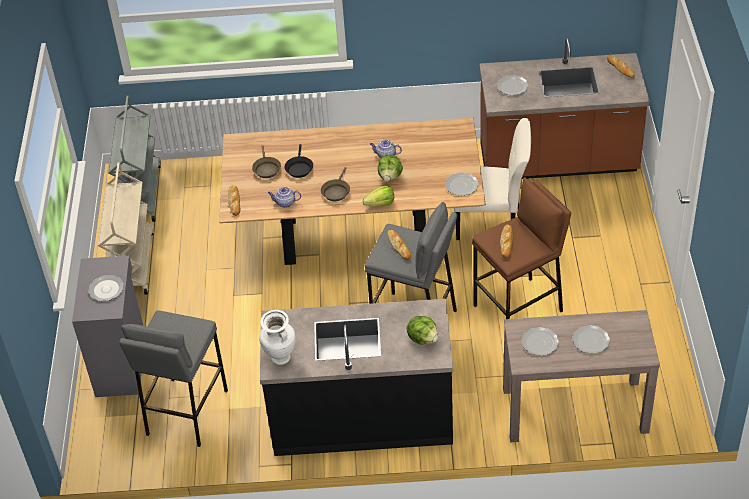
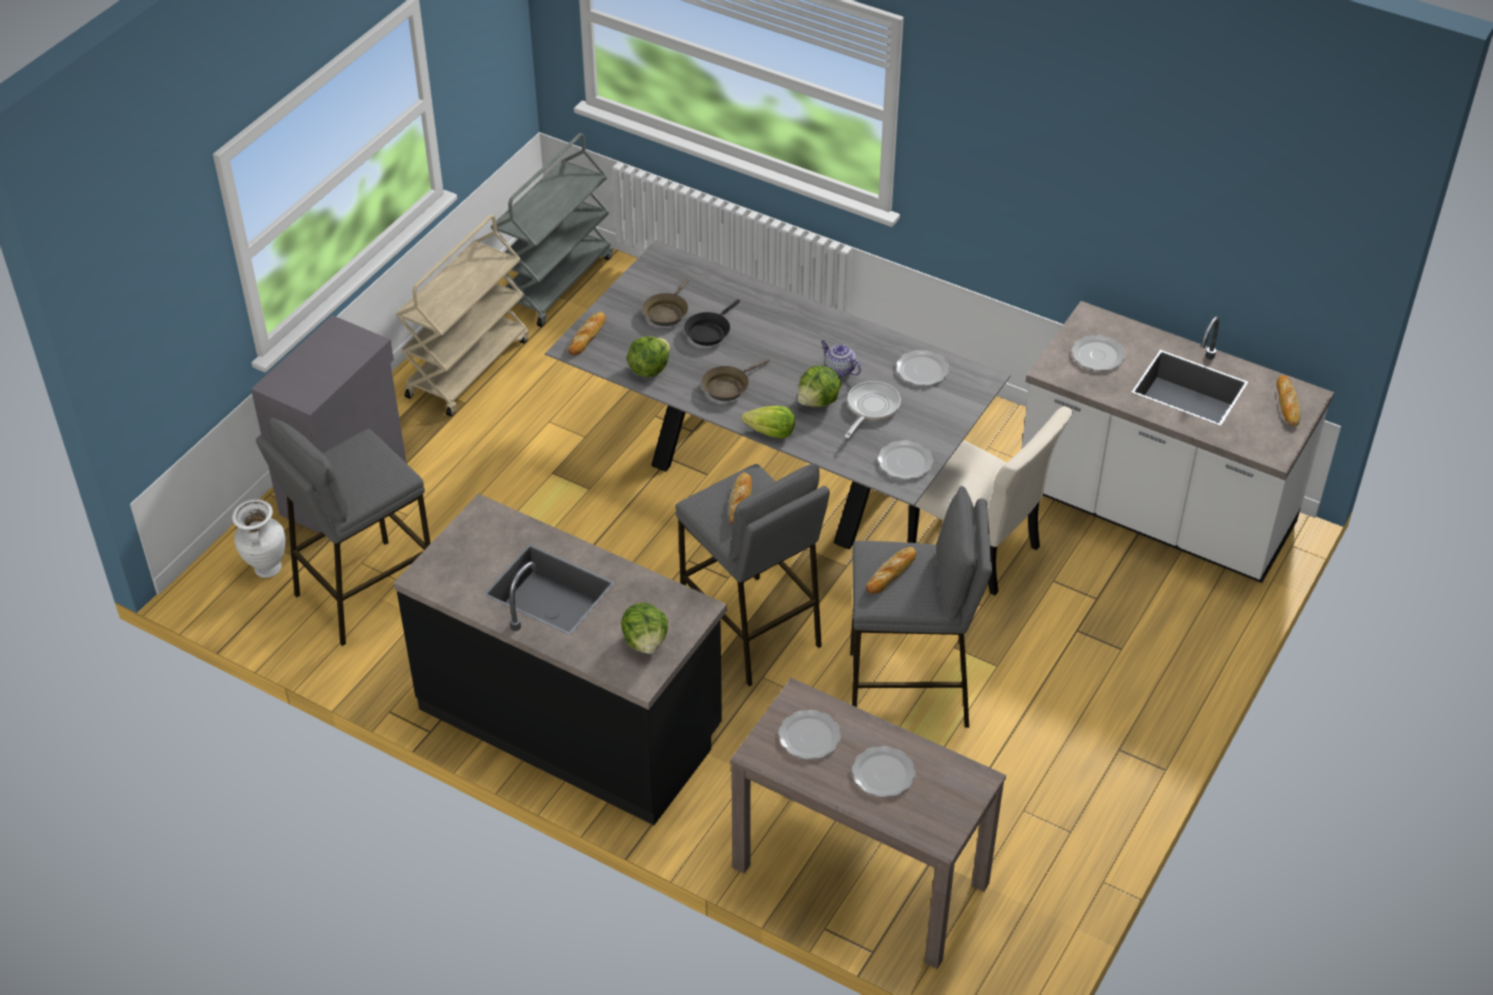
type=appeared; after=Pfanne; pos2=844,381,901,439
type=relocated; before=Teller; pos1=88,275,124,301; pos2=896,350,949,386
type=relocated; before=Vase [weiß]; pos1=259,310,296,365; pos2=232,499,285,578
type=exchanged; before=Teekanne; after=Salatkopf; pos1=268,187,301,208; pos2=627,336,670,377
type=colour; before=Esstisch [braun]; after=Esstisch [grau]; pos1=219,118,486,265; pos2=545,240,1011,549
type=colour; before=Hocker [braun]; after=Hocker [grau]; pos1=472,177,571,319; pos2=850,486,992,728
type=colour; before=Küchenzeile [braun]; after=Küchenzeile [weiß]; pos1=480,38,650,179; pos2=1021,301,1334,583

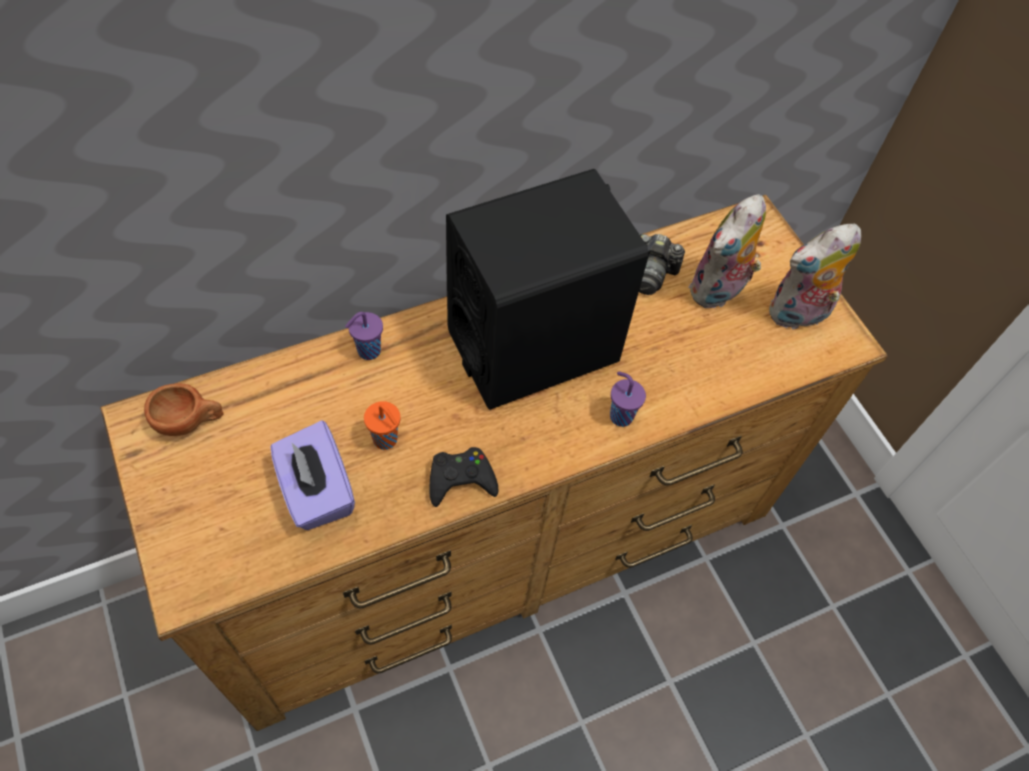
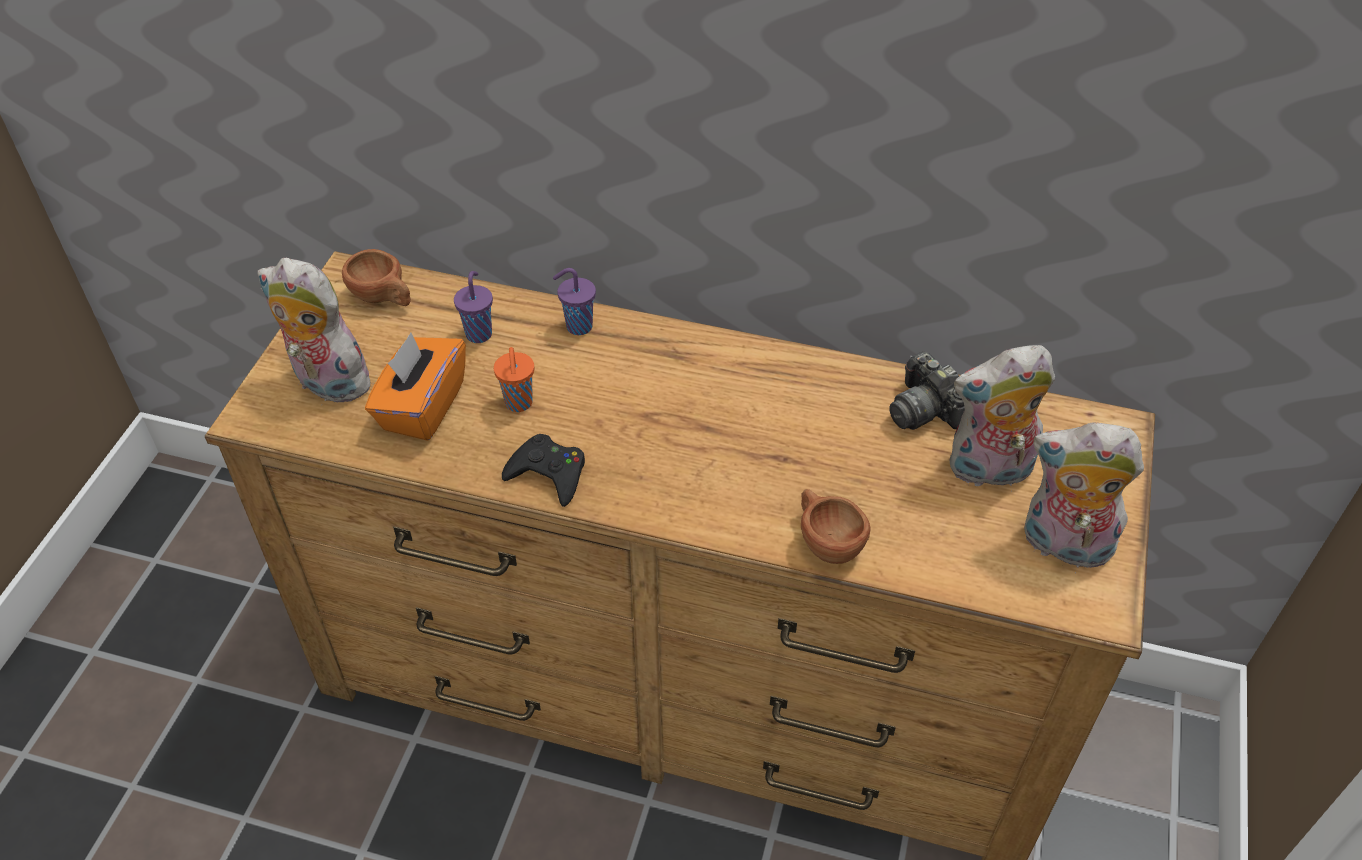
type=missing; before=Lautsprecher [schwarz]; pos1=446,169,649,410
type=appeared; after=Plüschtier; pos2=258,258,374,402
type=appeared; after=Tasse [braun]; pos2=801,489,871,564
type=relocated; before=Tasse [lila]; pos1=610,372,646,427; pos2=454,271,493,343
type=colour; before=Taschentuchbox [lila]; after=Taschentuchbox [orange]; pos1=270,420,355,530; pos2=365,332,466,441

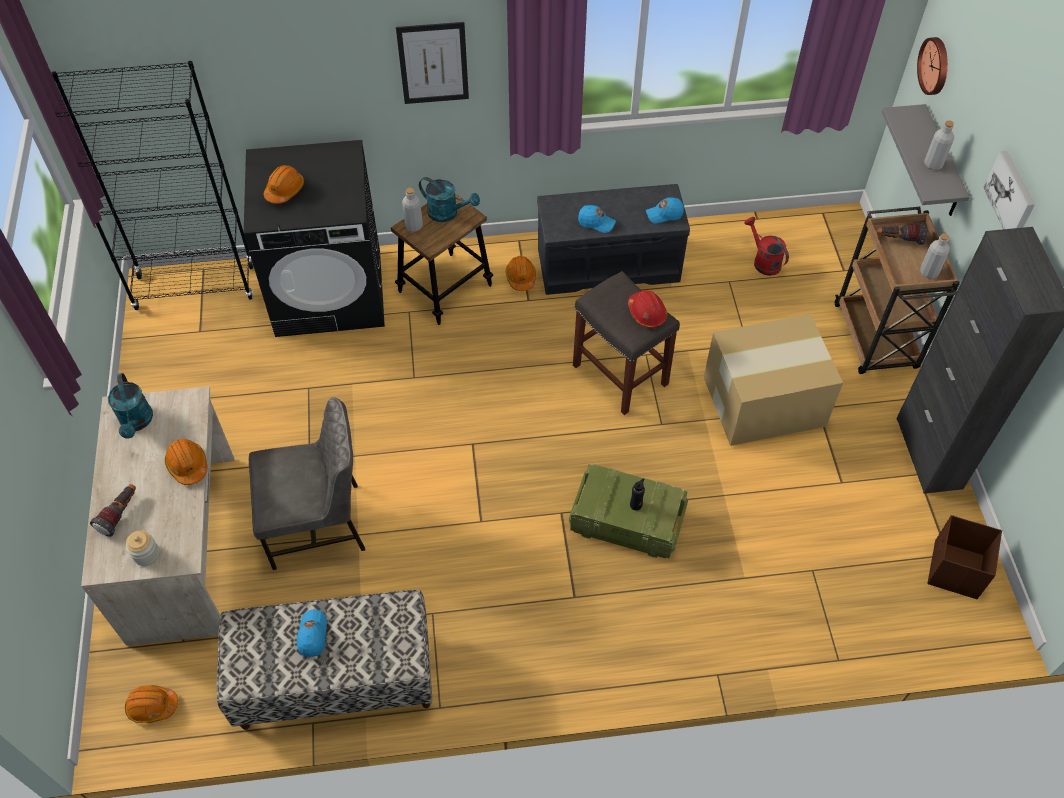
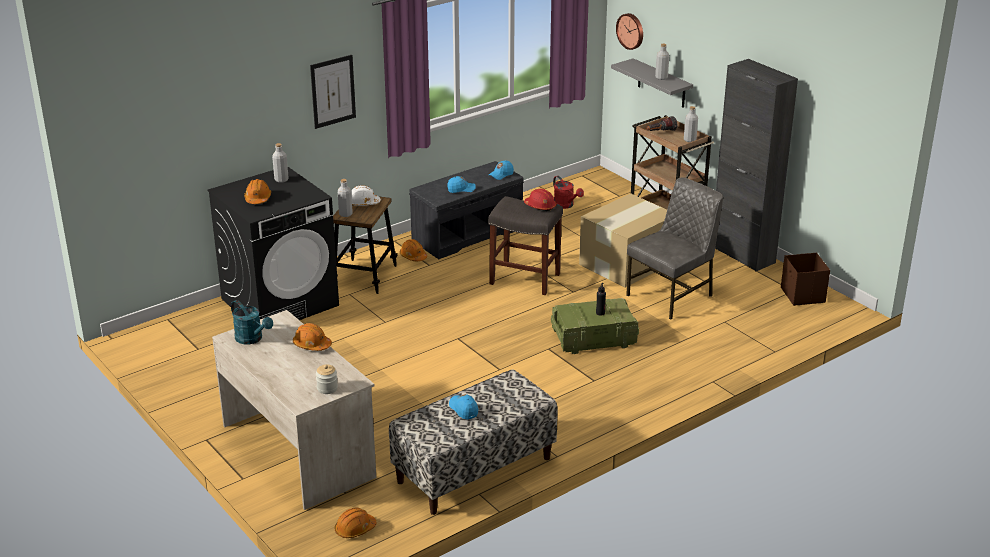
type=missing; before=Bücherregal [schwarz]; pos1=52,61,253,310
type=missing; before=Taschenlampe; pos1=90,484,136,537
type=missing; before=Bild; pos1=983,150,1035,229
type=appeared; after=Flasche [grau]; pos2=272,143,289,183
type=relocated; before=Stuhl [grau]; pos1=249,397,365,570; pos2=626,178,723,320
type=exchanged; before=Gießkanne [türkis]; after=Schutzhelm [weiß]; pos1=419,177,480,222; pos2=351,185,381,206
type=spun; before=Gießkanne [rot]; pos1=744,217,789,276; pos2=553,176,584,209; turn=-150

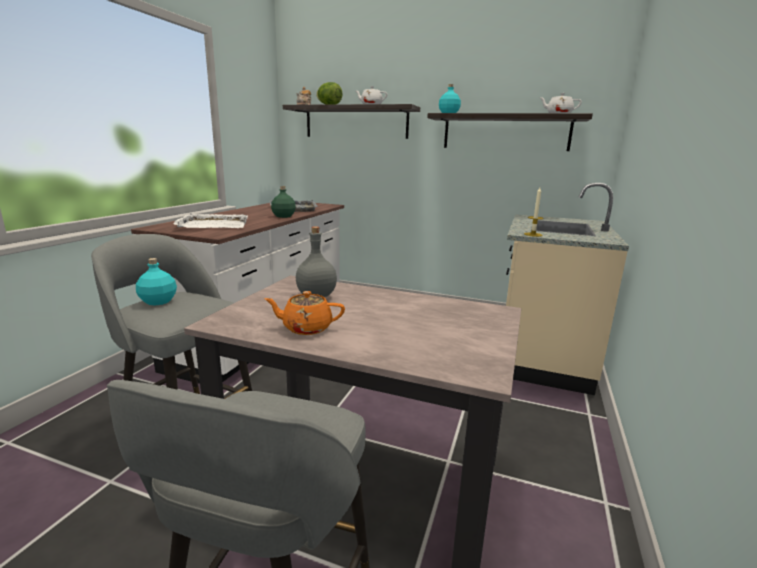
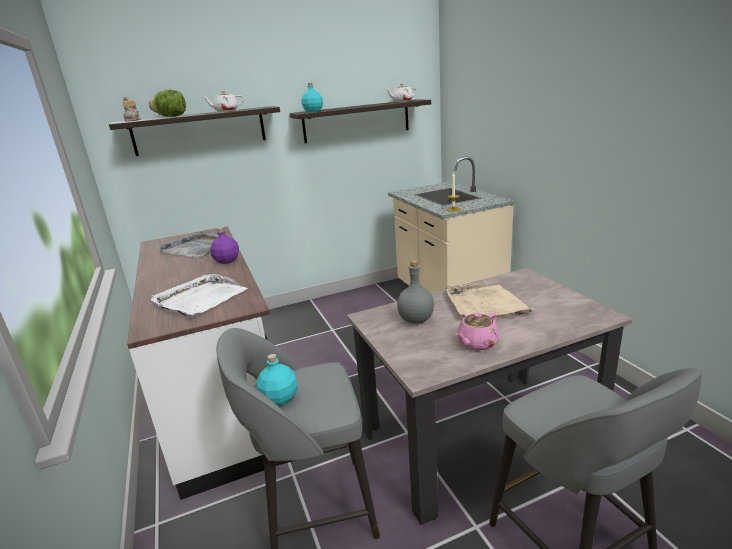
type=appeared; after=Tablett [beige]; pos2=445,283,534,318
type=colour; before=Teekanne [orange]; after=Teekanne [rosa]; pos1=264,291,345,335; pos2=456,313,499,350
type=colour; before=Flasche [grün]; after=Flasche [lila]; pos1=271,186,296,218; pos2=210,227,239,264

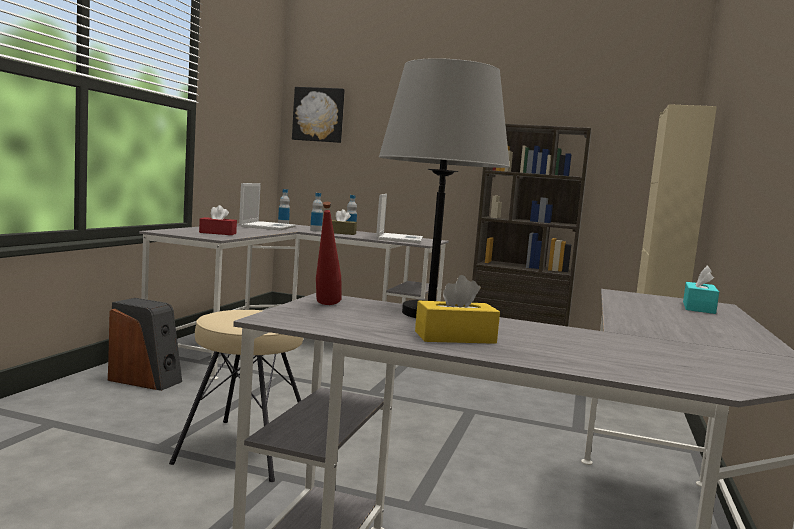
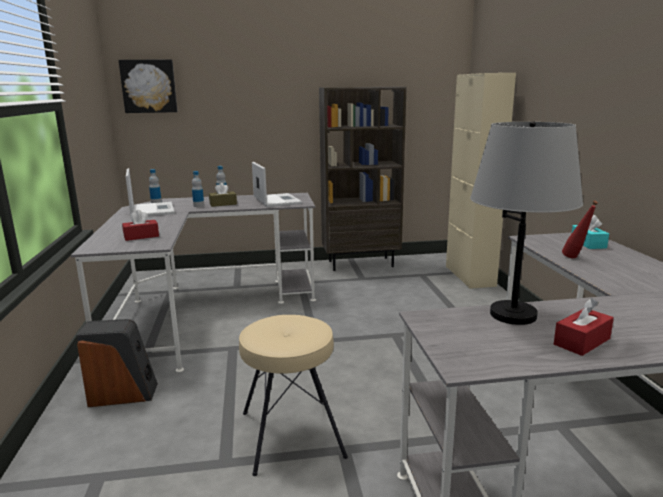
type=relocated; before=Flasche [rot]; pos1=316,202,342,305; pos2=562,201,598,258
type=colour; before=Taschentuchbox [gelb]; after=Taschentuchbox [rot]; pos1=415,275,500,344; pos2=554,298,614,356

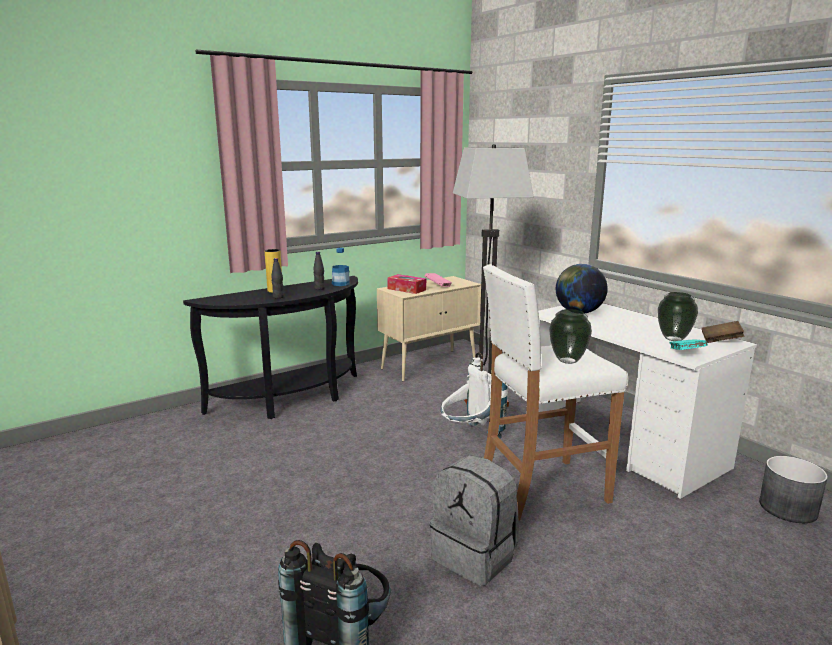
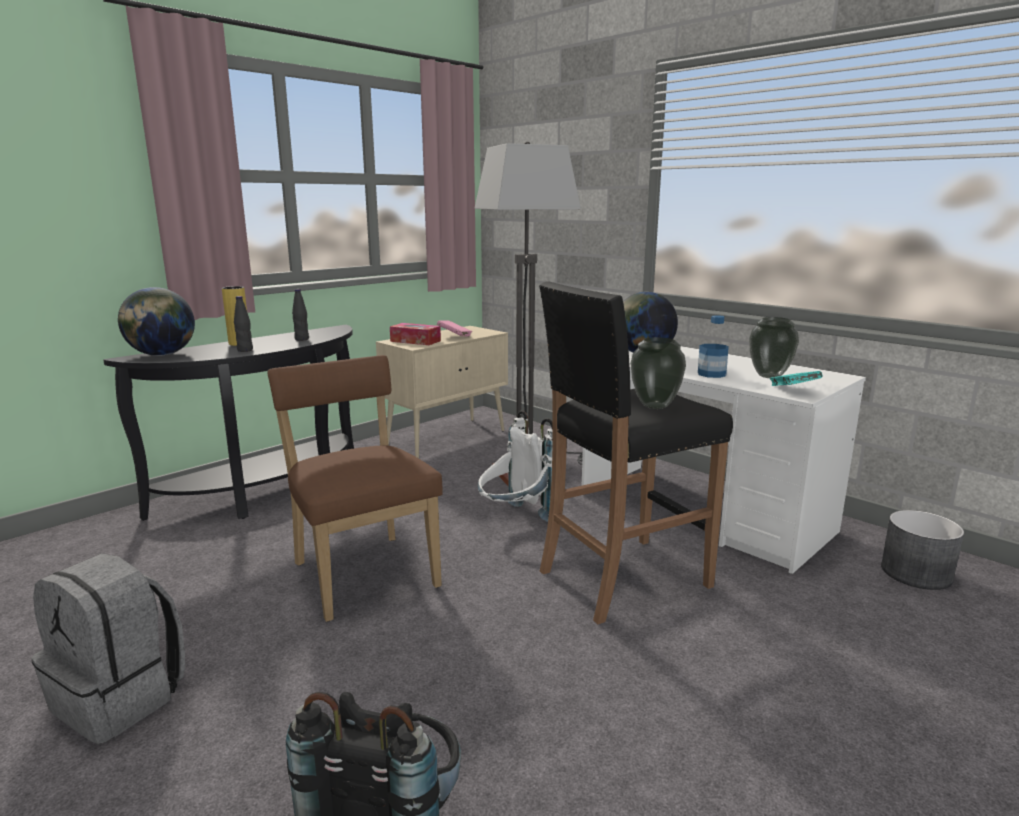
type=missing; before=Buch [braun]; pos1=702,321,744,343
type=appeared; after=Globus; pos2=118,287,195,356
type=appeared; after=Stuhl [braun]; pos2=268,355,443,622
type=relocated; before=Flasche; pos1=332,248,350,286; pos2=698,315,729,378
type=relocated; before=Rucksack [grau]; pos1=430,455,519,586; pos2=31,553,185,744
type=colour; before=Hocker [weiß]; after=Hocker [schwarz]; pos1=483,264,628,521; pos2=539,281,733,625

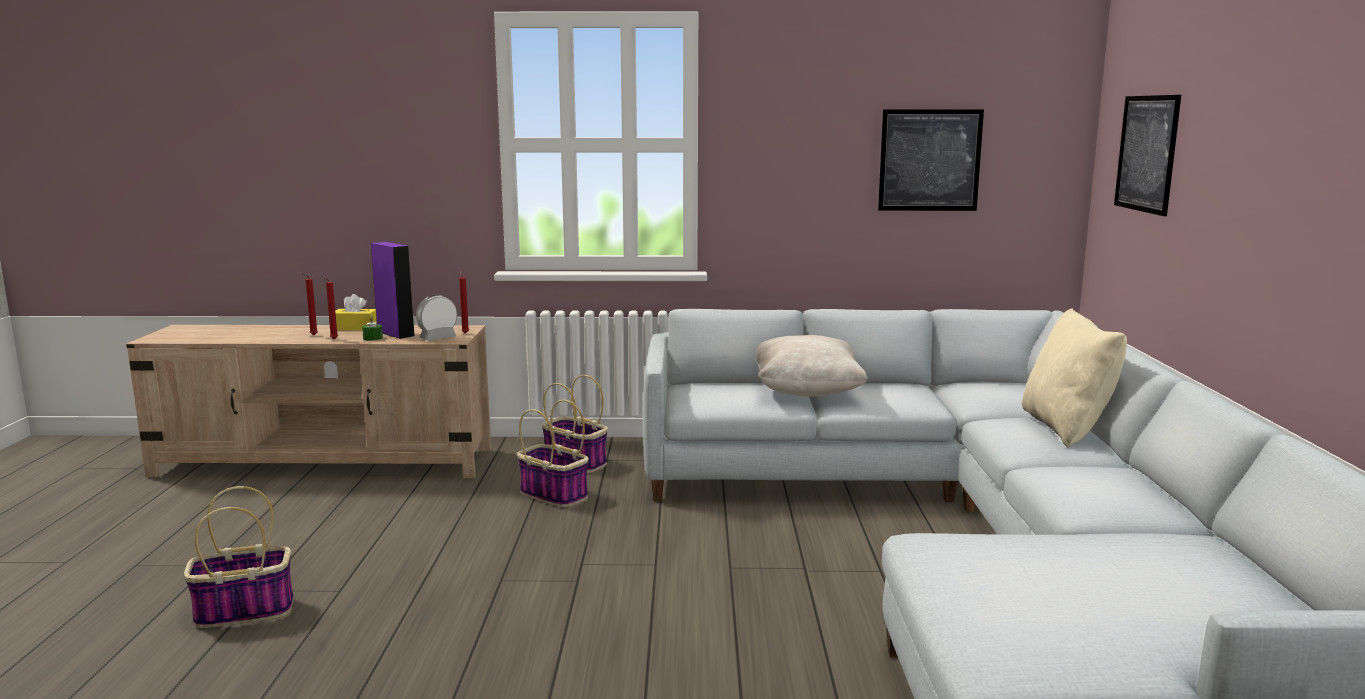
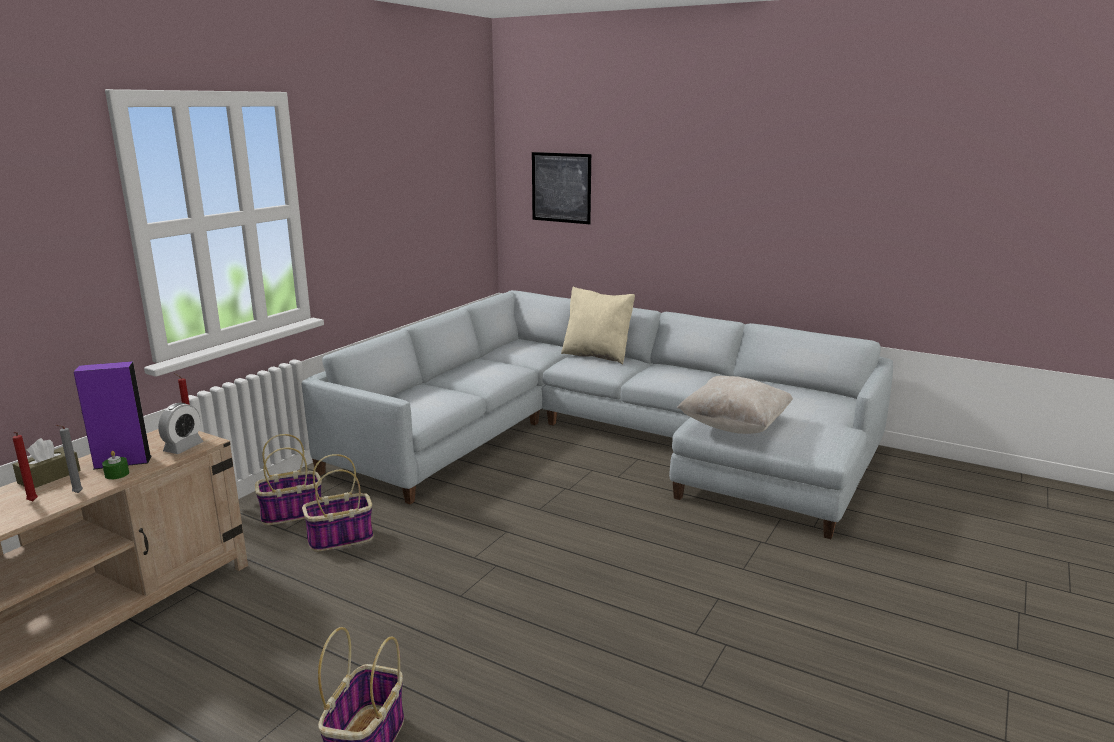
type=missing; before=Bild; pos1=878,110,984,211
type=relocated; before=Kissen [beige]; pos1=757,335,868,397; pos2=677,376,793,434
type=colour; before=Kerze [rot]; after=Kerze [grau]; pos1=322,276,338,339; pos2=55,425,83,493
type=colour; before=Taschentuchbox [gelb]; after=Taschentuchbox [braun]; pos1=335,294,377,331; pos2=13,438,81,488
type=spun; before=Wecker; pos1=416,295,457,341; pos2=158,403,203,454; turn=-150

